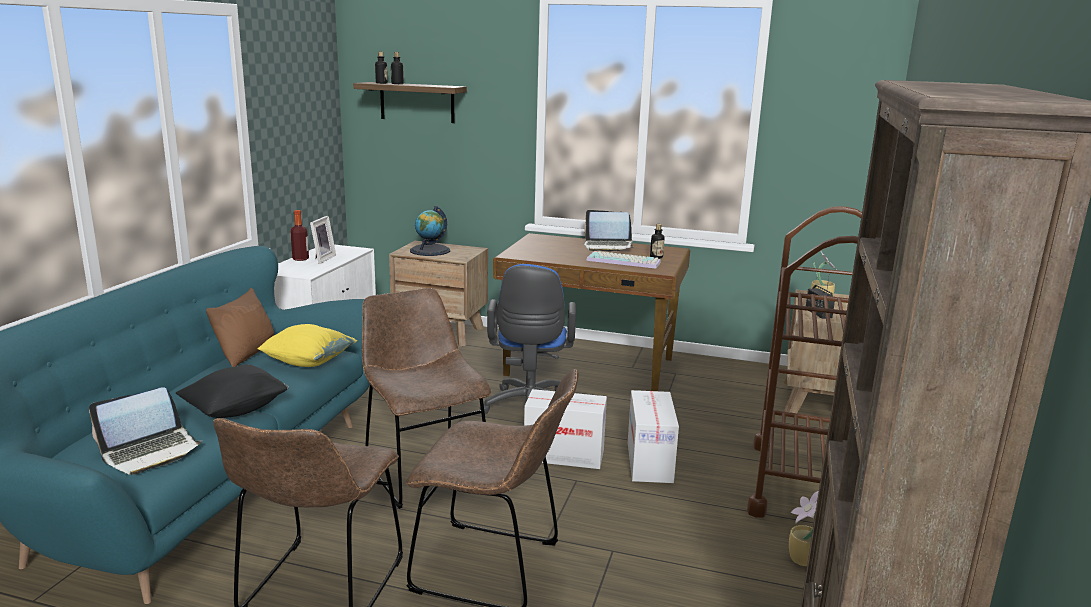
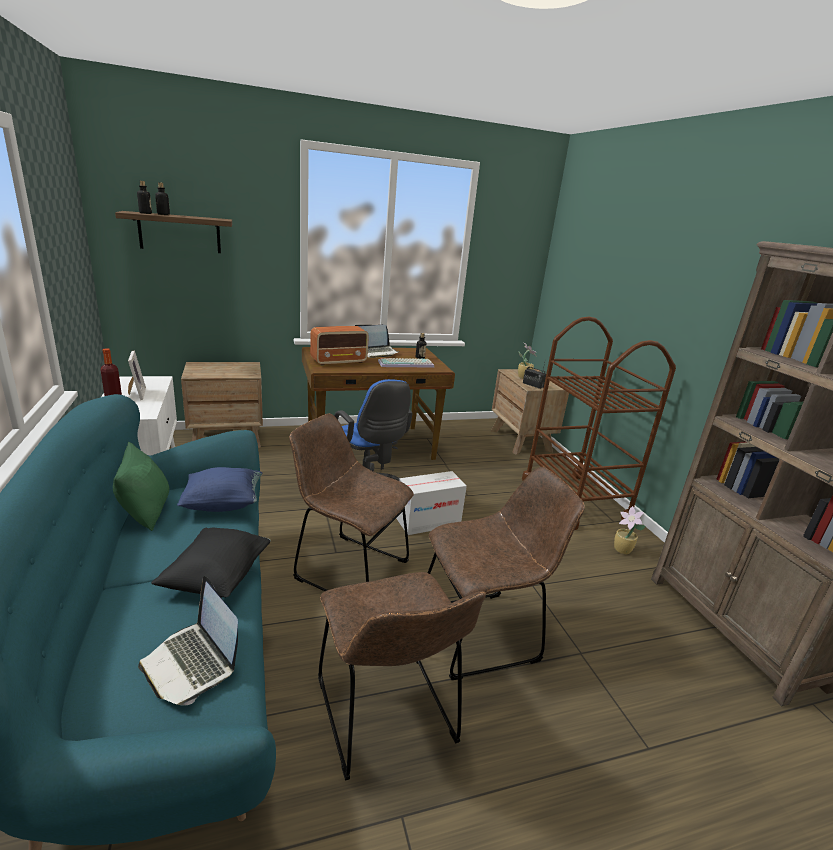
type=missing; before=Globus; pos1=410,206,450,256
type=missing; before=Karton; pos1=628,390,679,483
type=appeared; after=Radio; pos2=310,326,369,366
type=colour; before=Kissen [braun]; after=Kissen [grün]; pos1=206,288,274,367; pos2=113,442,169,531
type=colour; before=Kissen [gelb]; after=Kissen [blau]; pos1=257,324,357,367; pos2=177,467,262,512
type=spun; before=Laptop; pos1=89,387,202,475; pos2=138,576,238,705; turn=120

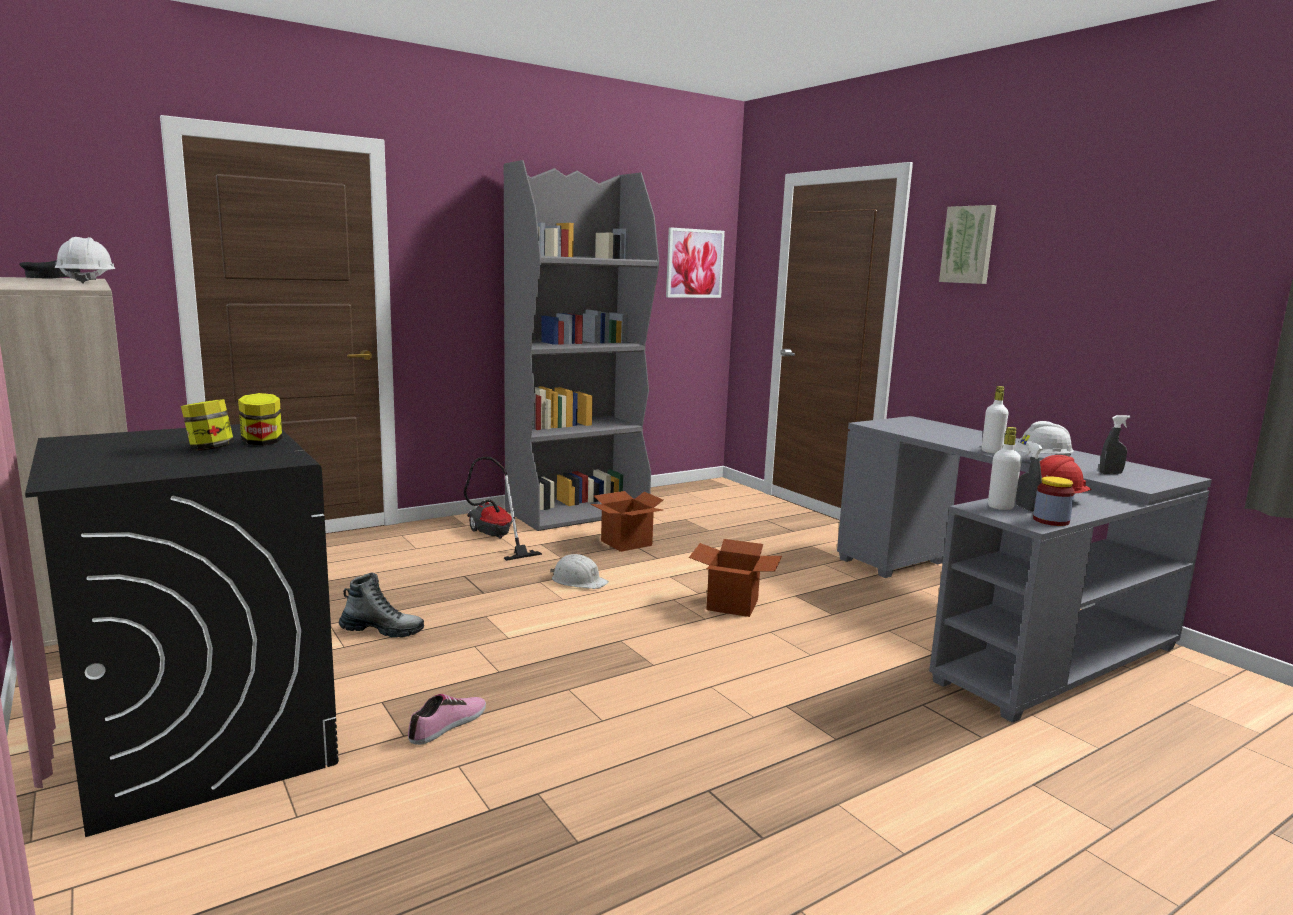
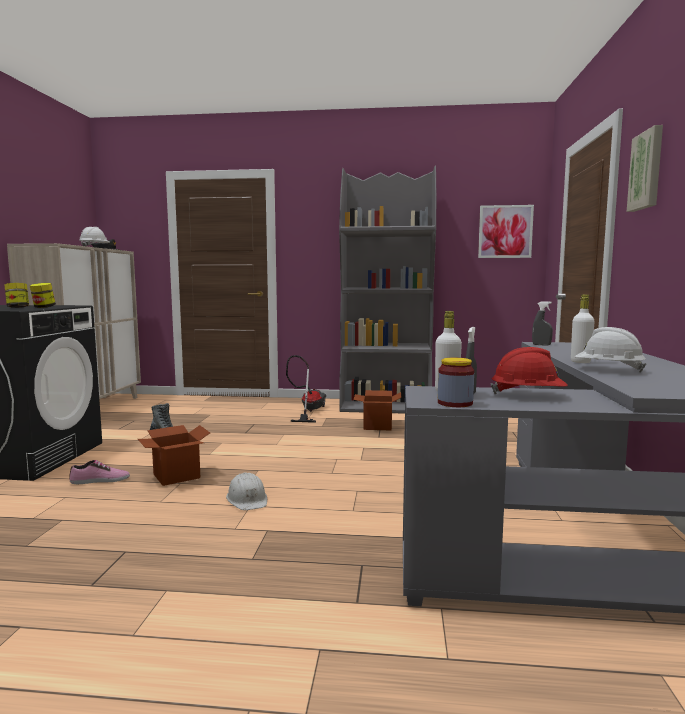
type=relocated; before=Schutzhelm [weiß]; pos1=550,554,609,589; pos2=226,472,267,510
type=relocated; before=Karton; pos1=689,539,782,617; pos2=138,425,210,486
type=relocated; before=Sprühflasche [grau]; pos1=1100,415,1130,474; pos2=532,301,553,346

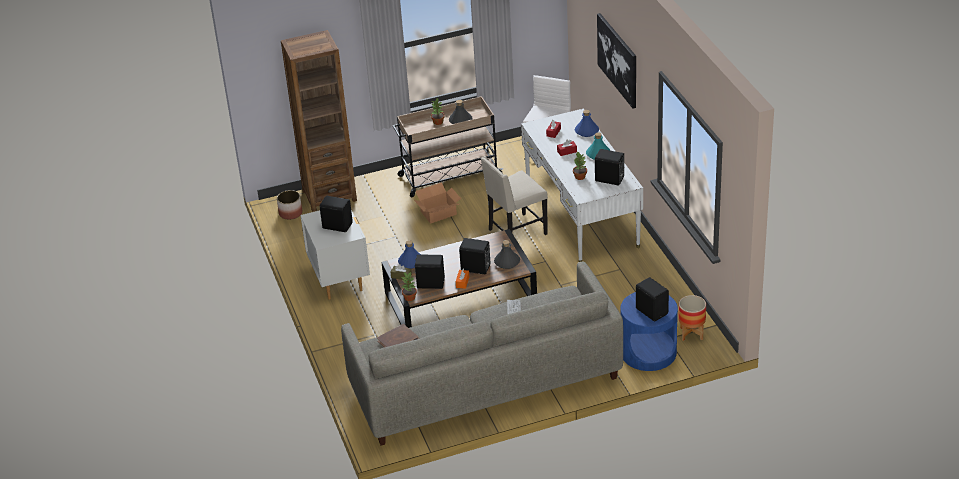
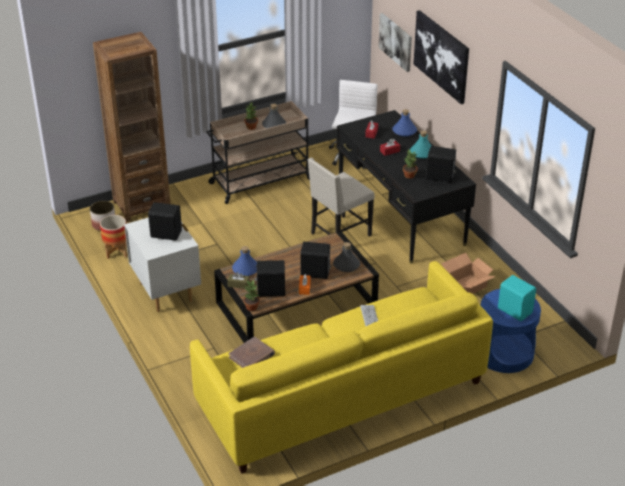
type=appeared; after=Bild; pos2=378,13,412,72
type=relocated; before=Karton; pos1=414,182,461,224; pos2=441,253,496,294
type=relocated; before=Pflanzkübel; pos1=678,295,706,341; pos2=100,215,127,259
type=colour; before=Sofa [grau]; after=Sofa [gelb]; pos1=341,261,623,446; pos2=190,261,493,474
type=colour; before=Schreibtisch [weiß]; after=Schreibtisch [schwarz]; pos1=521,109,643,262; pos2=336,110,476,264
type=colour; before=Lautsprecher [schwarz]; after=Lautsprecher [türkis]; pos1=636,277,669,321; pos2=498,275,536,321

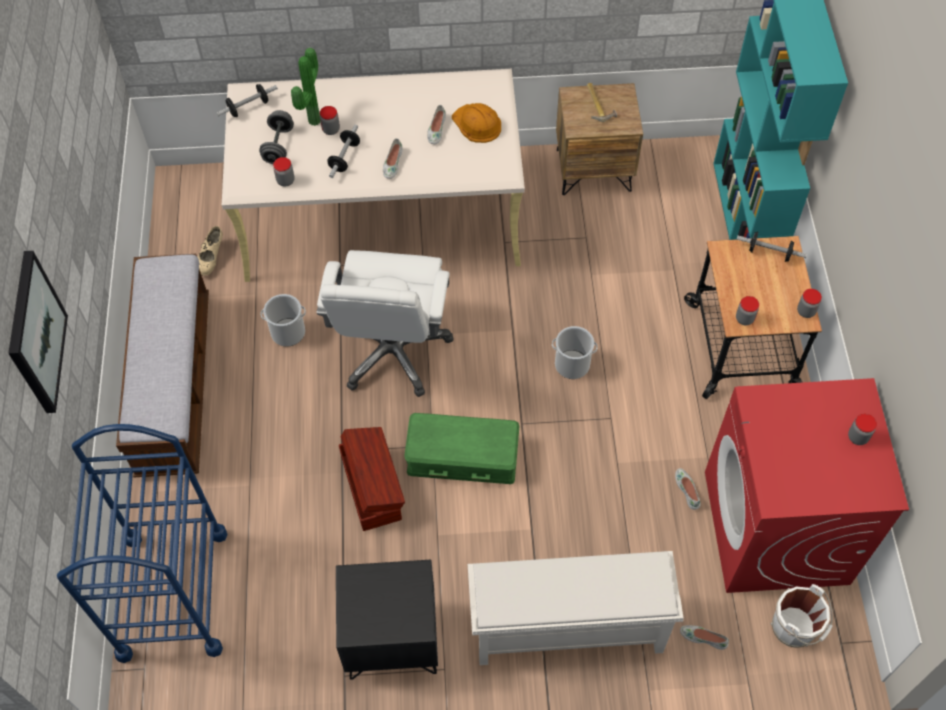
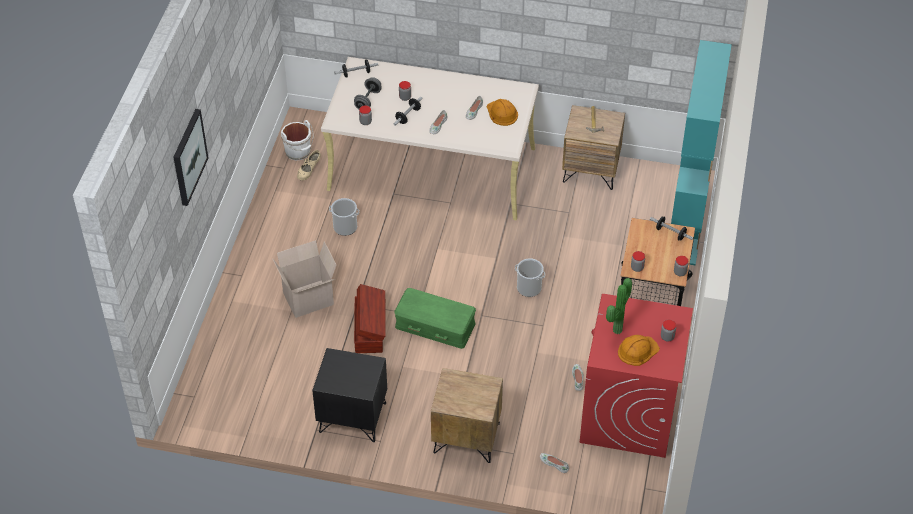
type=missing; before=Rollwagen [blau]; pos1=57,424,228,663
type=missing; before=Bank; pos1=116,254,209,477
type=missing; before=Bürostuhl [weiß]; pos1=316,250,454,397
type=appeared; after=Karton; pos2=272,240,336,318
type=appeared; after=Schutzhelm [orange]; pos2=618,335,660,366
type=relocated; before=Topfpflanze; pos1=291,48,320,126; pos2=606,278,632,334
type=relocated; before=Eimer [weiß]; pos1=770,584,833,648; pos2=281,120,314,160
type=exchanged; before=Schuhregal [weiß]; after=Nachttisch [braun]; pos1=468,551,684,665; pos2=431,368,503,463

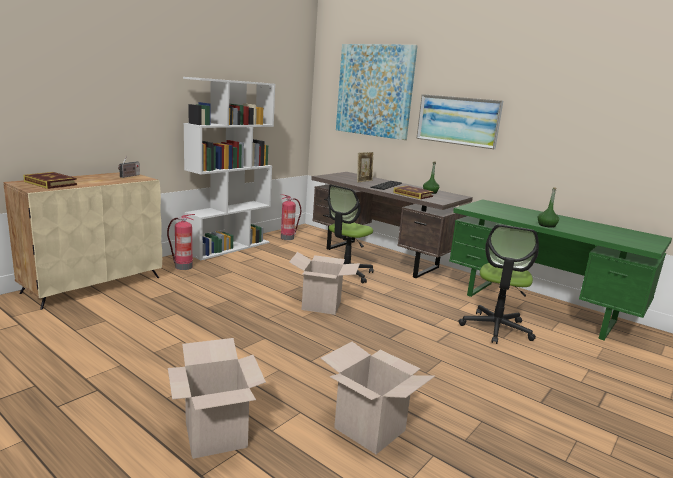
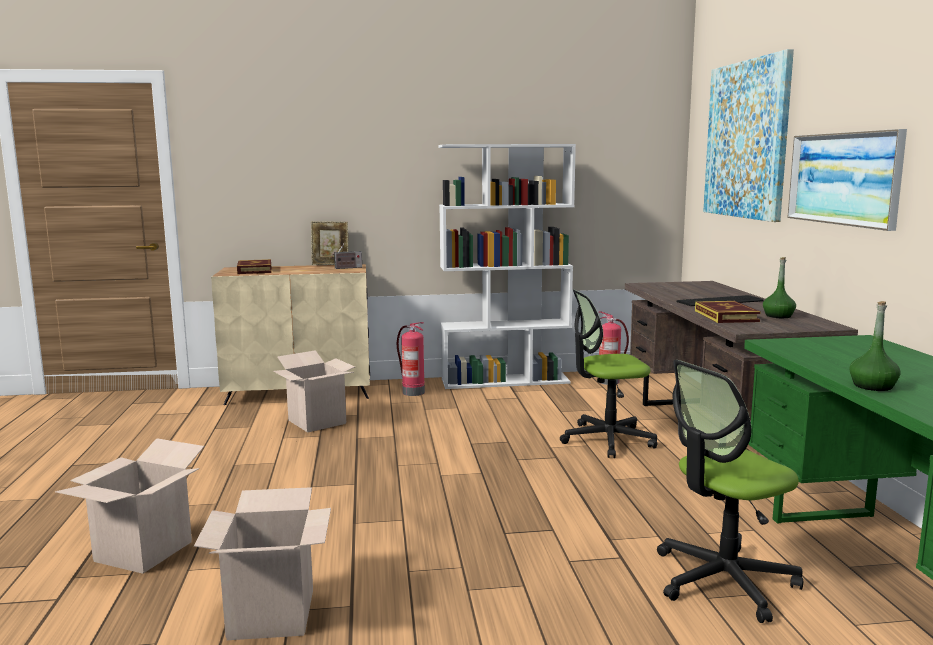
type=relocated; before=Karton; pos1=289,252,360,315; pos2=273,350,355,433
type=relocated; before=Bilderrahmen; pos1=357,152,373,183; pos2=311,221,348,265

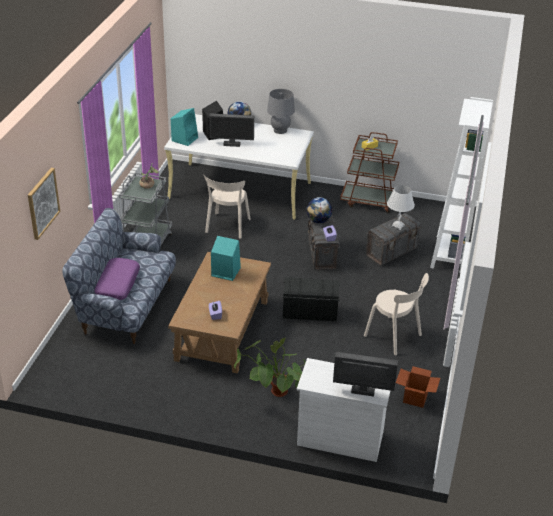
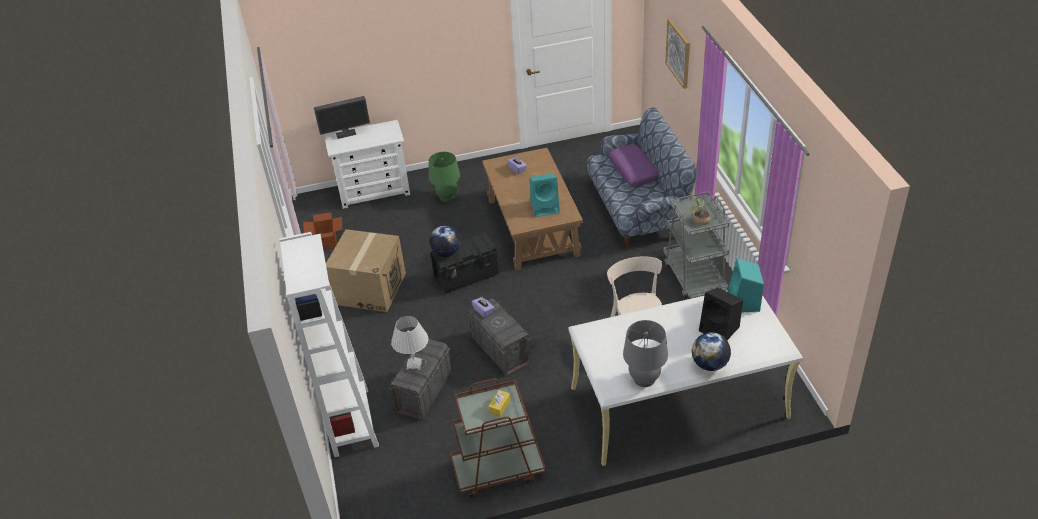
type=missing; before=Monitor; pos1=209,113,254,147
type=relocated; before=Globus; pos1=306,197,332,223; pos2=429,226,461,257
type=exchanged; before=Topfpflanze; after=Tischlampe [grün]; pos1=234,338,306,397; pos2=428,152,460,202
type=exchanged; before=Stuhl [beige]; after=Karton; pos1=364,273,429,356; pos2=326,229,406,312

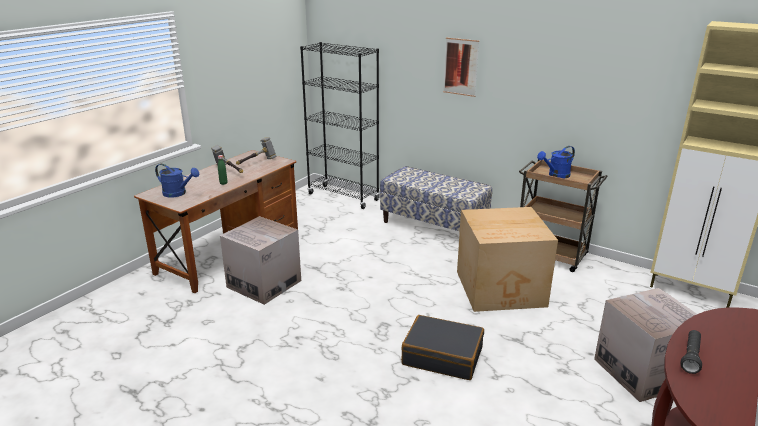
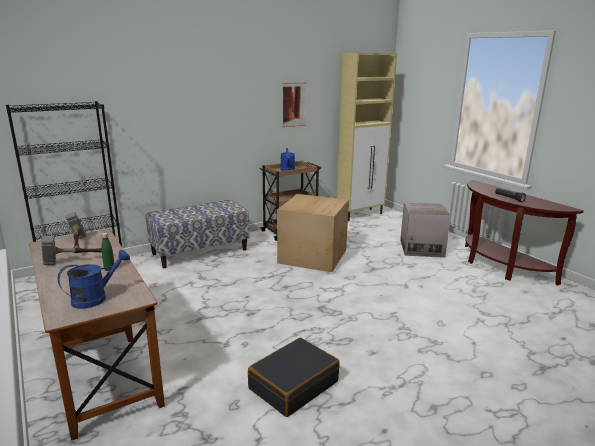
type=missing; before=Karton; pos1=220,216,301,305
type=relocated; before=Koffer [schwarz]; pos1=401,315,484,380; pos2=248,338,340,417
type=relocated; before=Bild; pos1=443,38,479,97; pos2=282,82,306,127

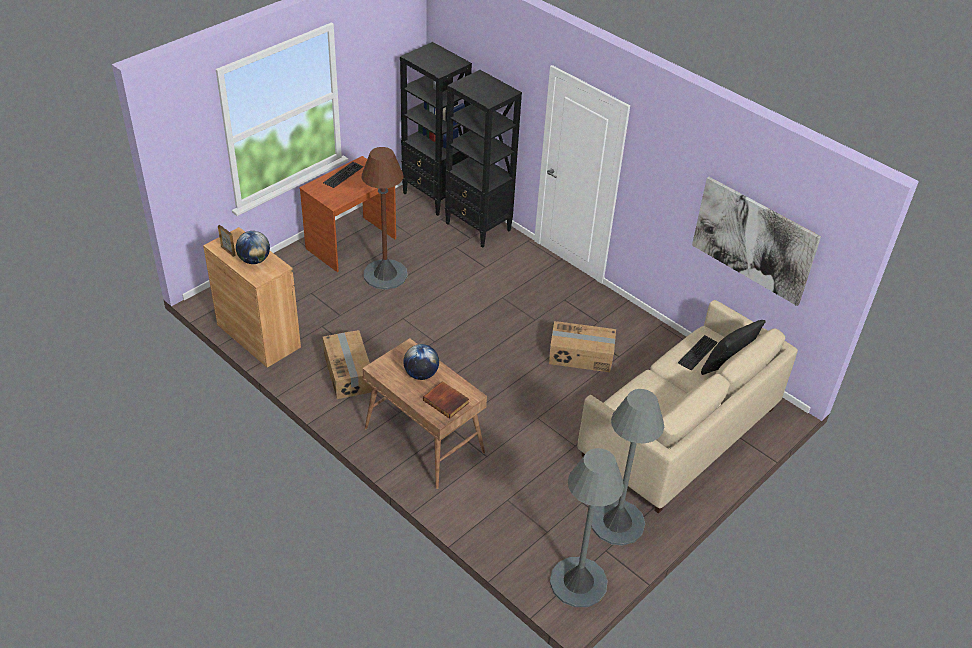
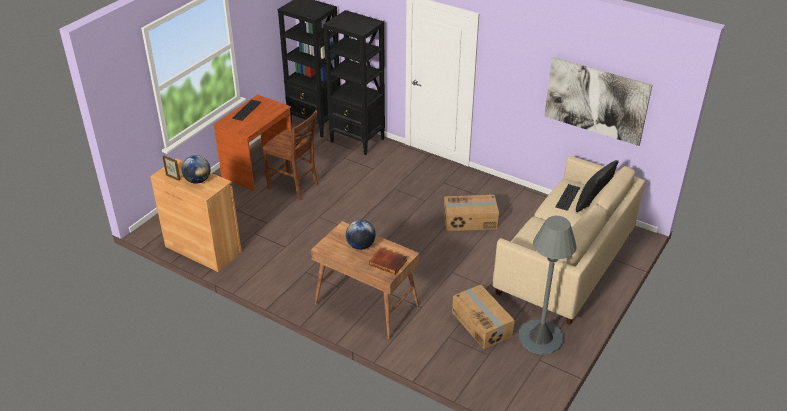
type=missing; before=Stehlampe [grau]; pos1=550,448,624,607
type=relocated; before=Karton; pos1=323,330,372,399; pos2=452,285,515,349
type=exchanged; before=Stehlampe [braun]; after=Stuhl [braun]; pos1=362,147,408,290; pos2=263,110,318,200

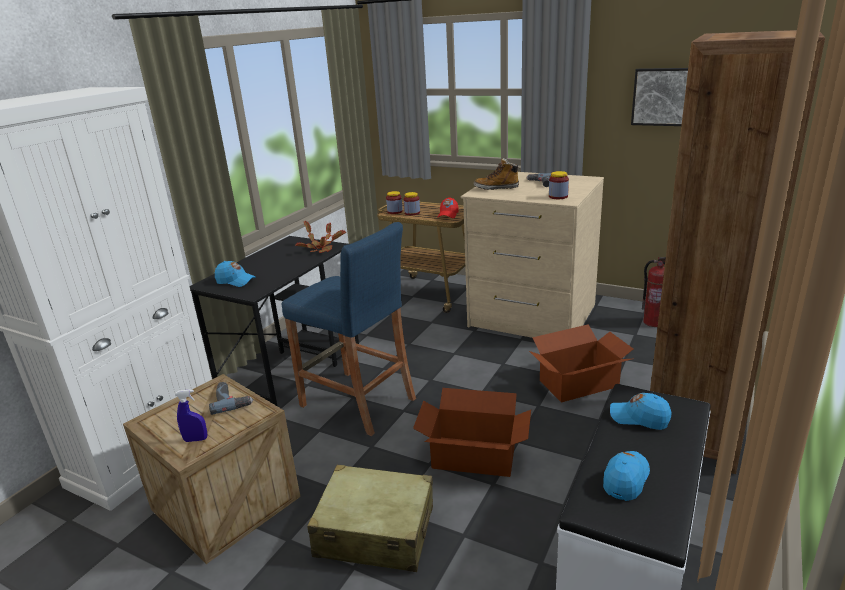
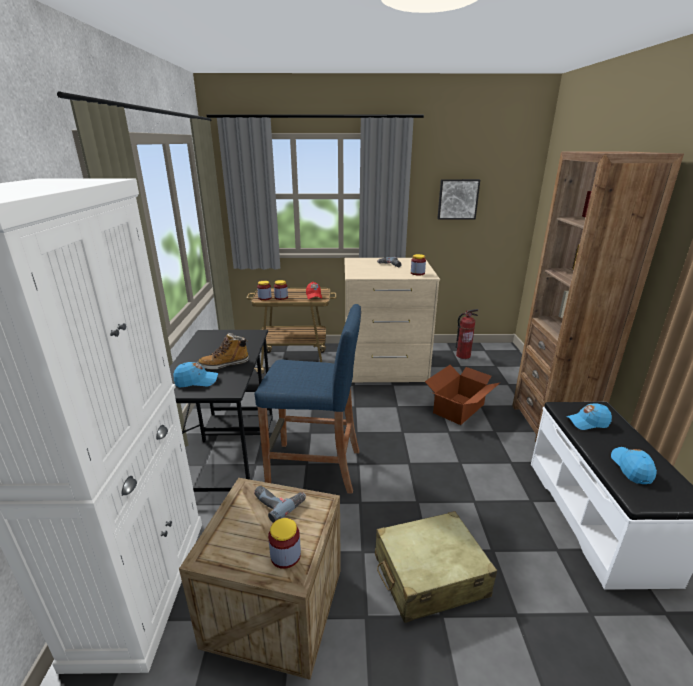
type=missing; before=Topfpflanze; pos1=295,221,346,253
type=missing; before=Karton; pos1=413,388,531,477
type=relocated; before=Stiefel; pos1=474,158,520,190; pos2=197,333,249,370
type=exchanged; before=Sprühflasche [blau]; after=Vorratsglas; pos1=175,389,207,442; pos2=268,518,301,569

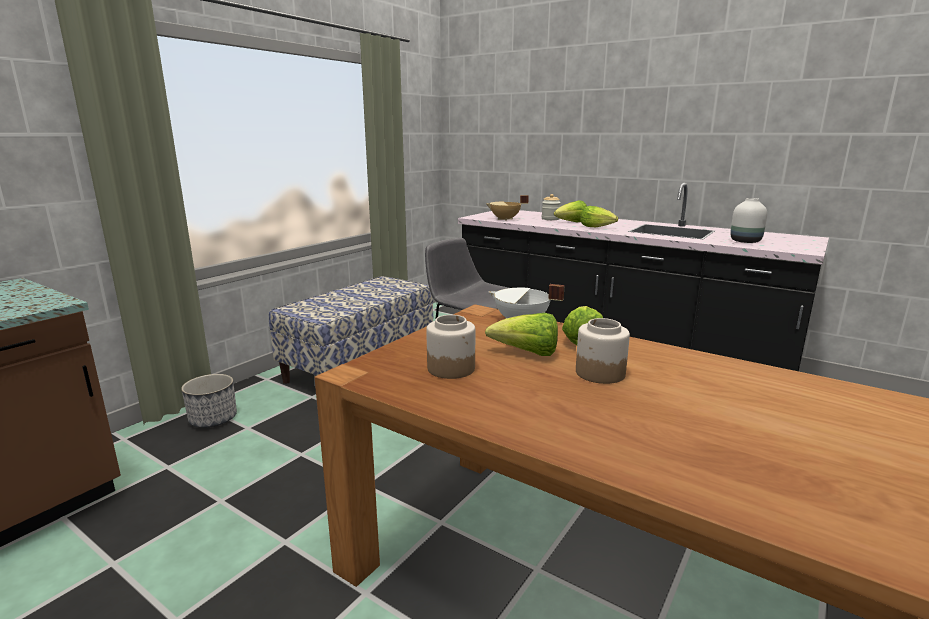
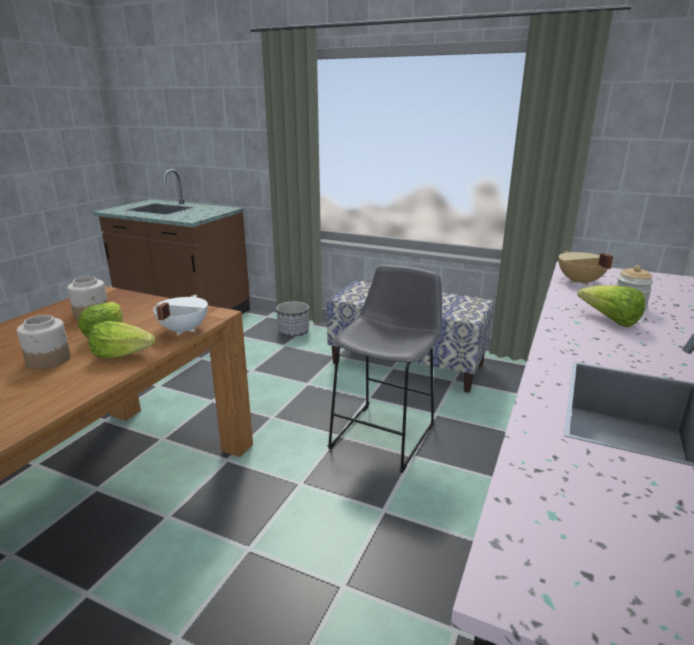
type=missing; before=Salatkopf; pos1=580,206,618,227
type=missing; before=Vase [weiß]; pos1=730,198,767,243

